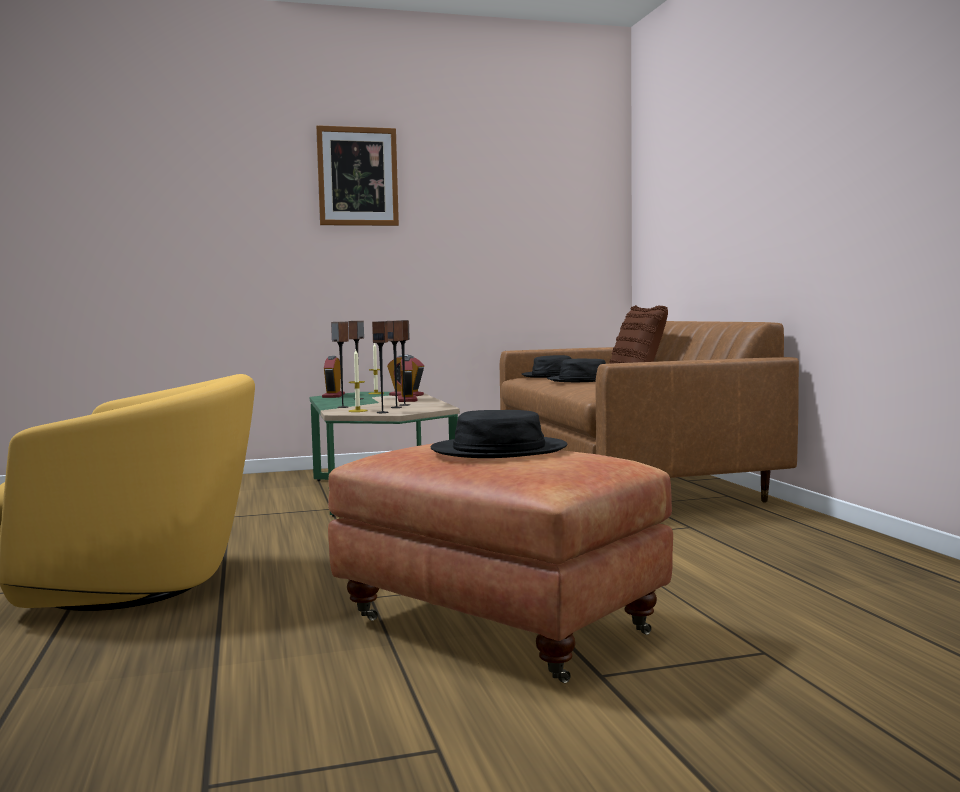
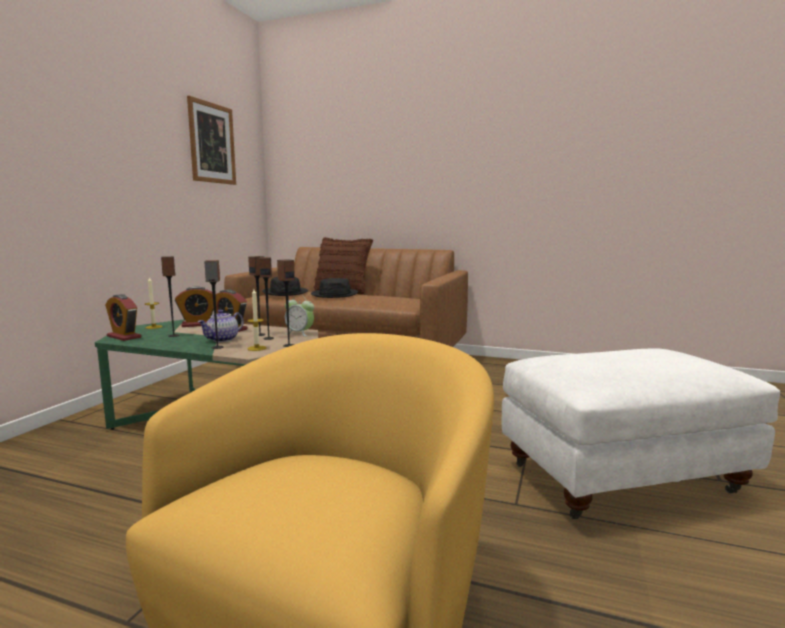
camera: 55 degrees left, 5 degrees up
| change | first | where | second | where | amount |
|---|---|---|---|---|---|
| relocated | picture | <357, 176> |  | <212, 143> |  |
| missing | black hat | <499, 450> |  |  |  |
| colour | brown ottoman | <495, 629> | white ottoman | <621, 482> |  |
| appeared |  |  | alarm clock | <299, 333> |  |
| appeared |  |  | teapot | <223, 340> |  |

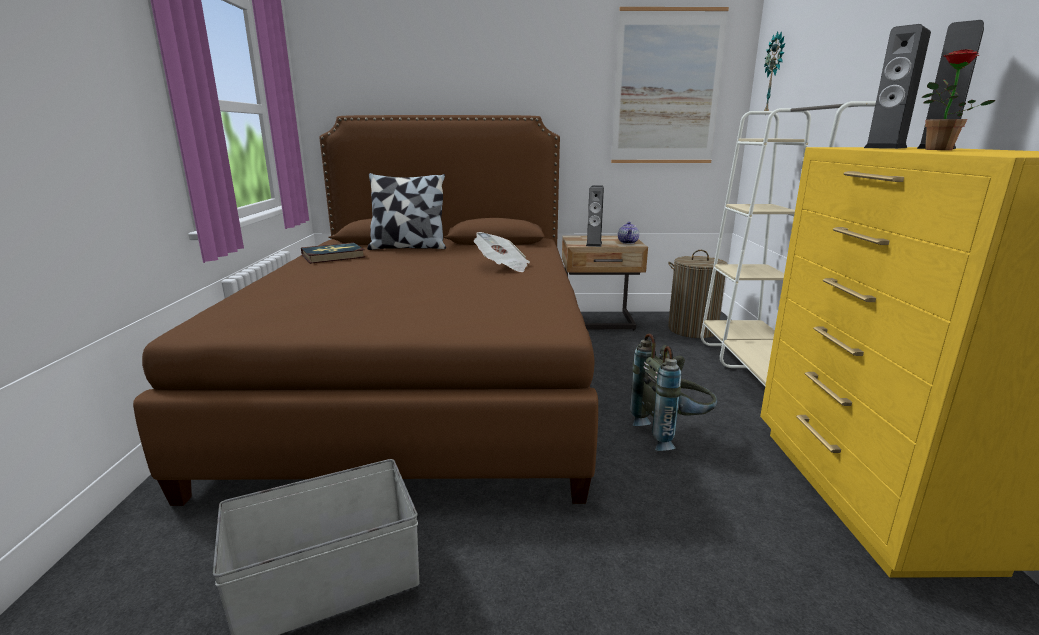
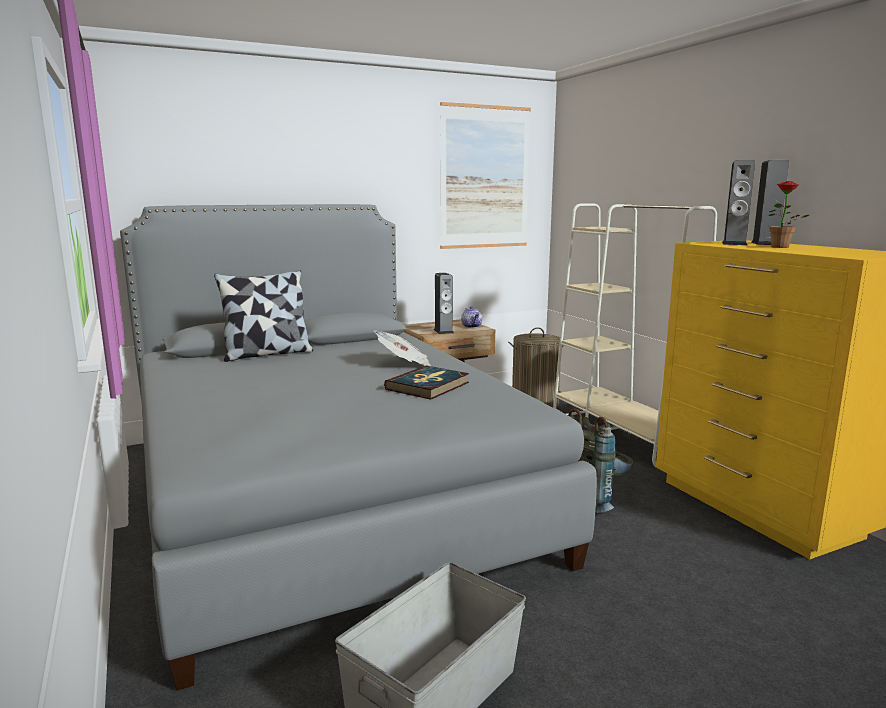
camera: 25 degrees left, 5 degrees down
| change | first | where | second | where | amount |
|---|---|---|---|---|---|
| missing | wall clock | <774, 74> |  |  |  |
| colour | brown bed | <424, 377> | grey bed | <325, 495> |  |
| relocated | book | <333, 256> |  | <428, 386> |  |

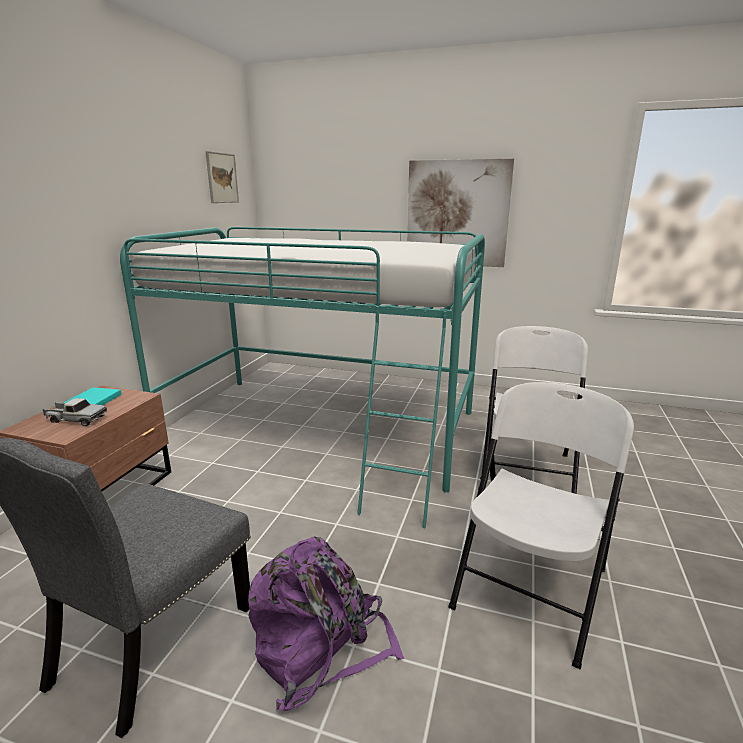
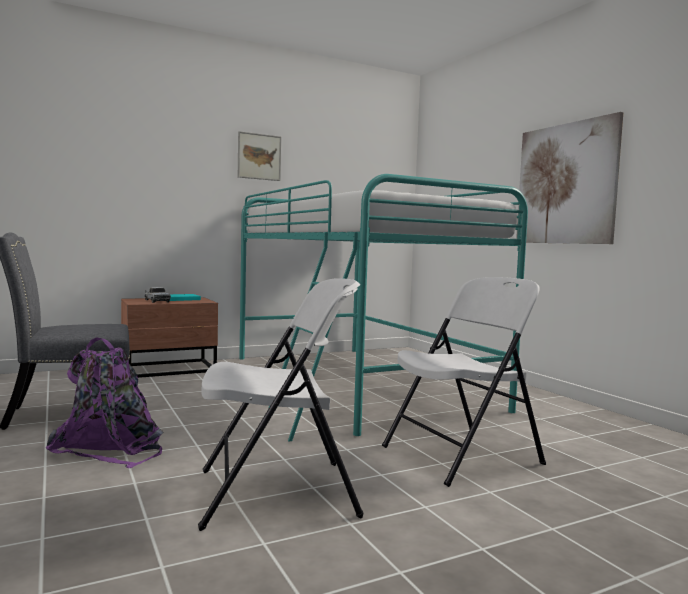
camera: 45 degrees right, 15 degrees down
| change | first | where | second | where | amount |
|---|---|---|---|---|---|
| relocated | picture | <222, 178> |  | <259, 156> |  |

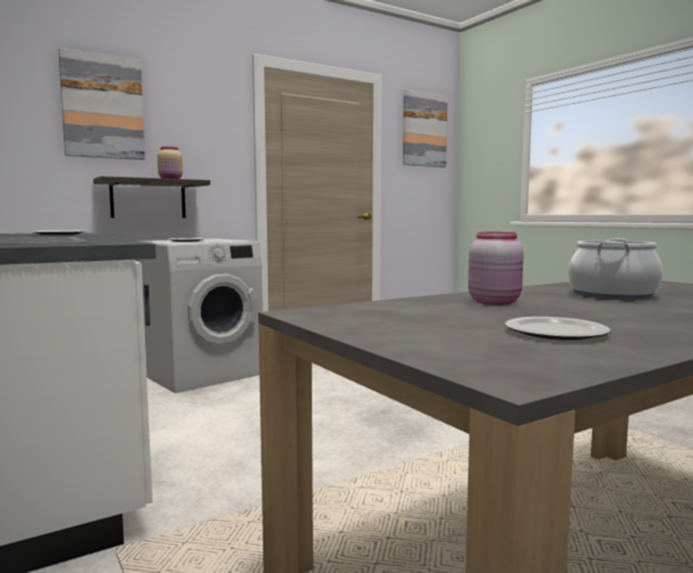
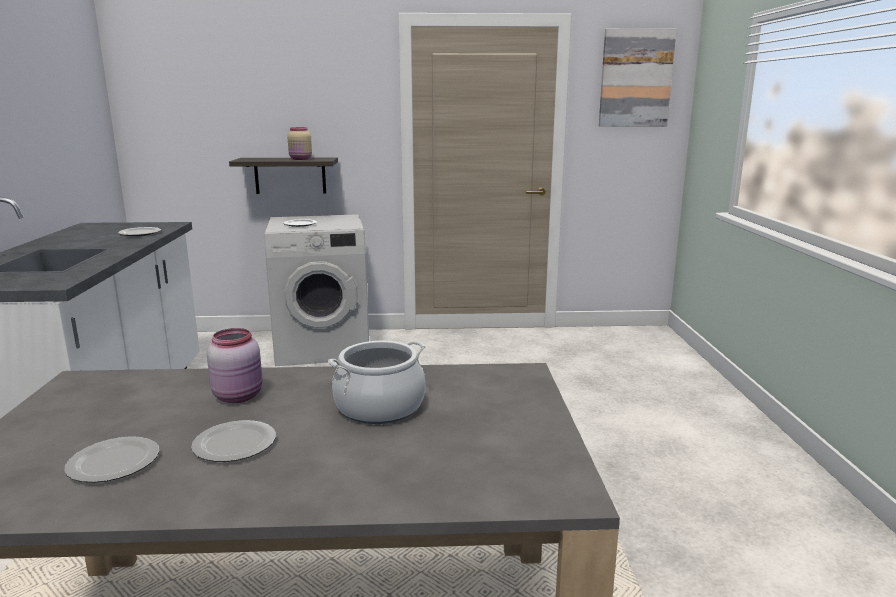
camera: 30 degrees right, 10 degrees up
| change | first | where | second | where | amount |
|---|---|---|---|---|---|
| missing | picture | <103, 107> |  |  |  |
| appeared |  |  | plate | <236, 444> |  |

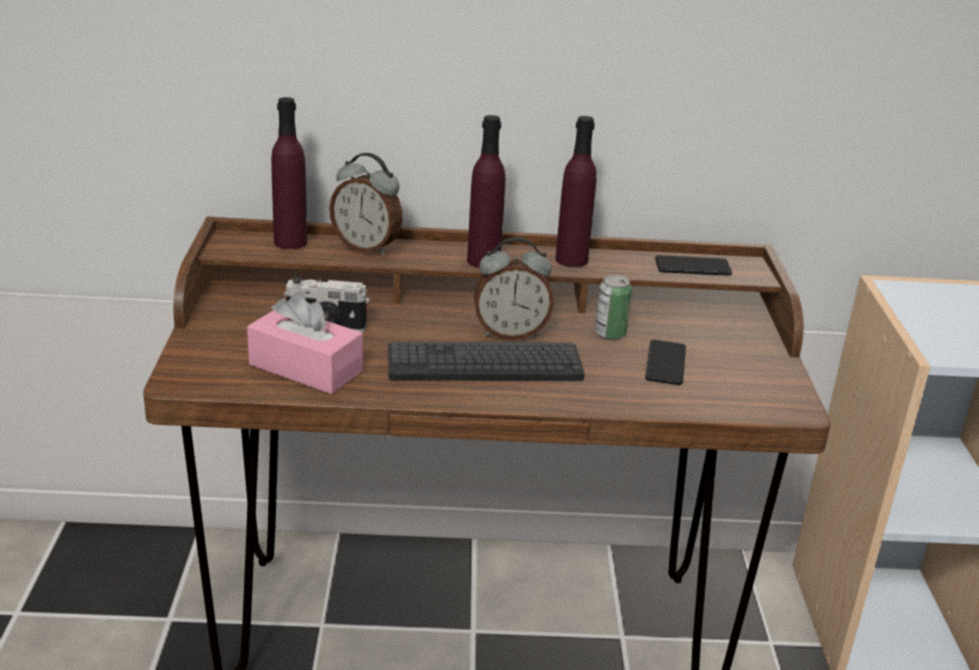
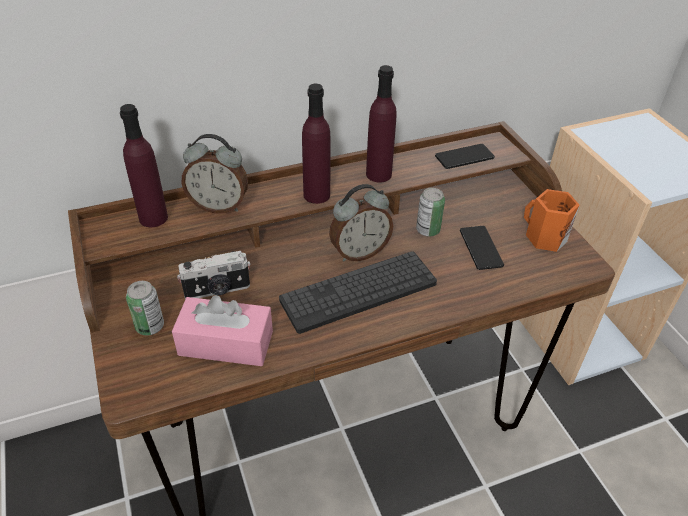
camera: 20 degrees left, 15 degrees up
| change | first | where | second | where | amount |
|---|---|---|---|---|---|
| appeared |  |  | orange mug | <544, 238> |  |
| appeared |  |  | can | <150, 326> |  |

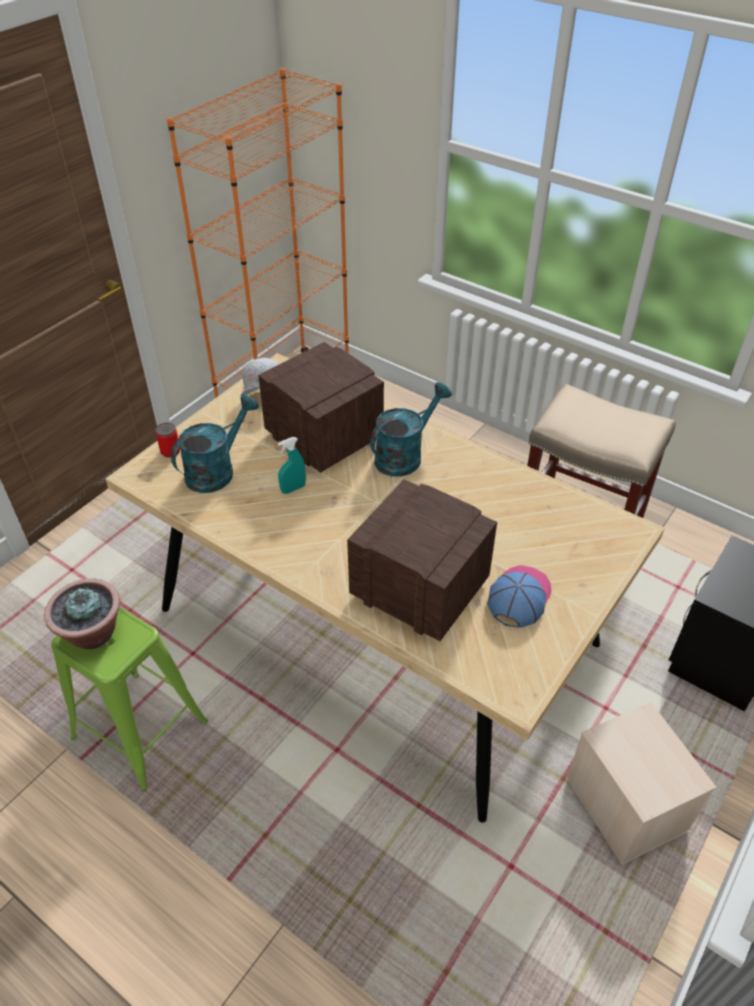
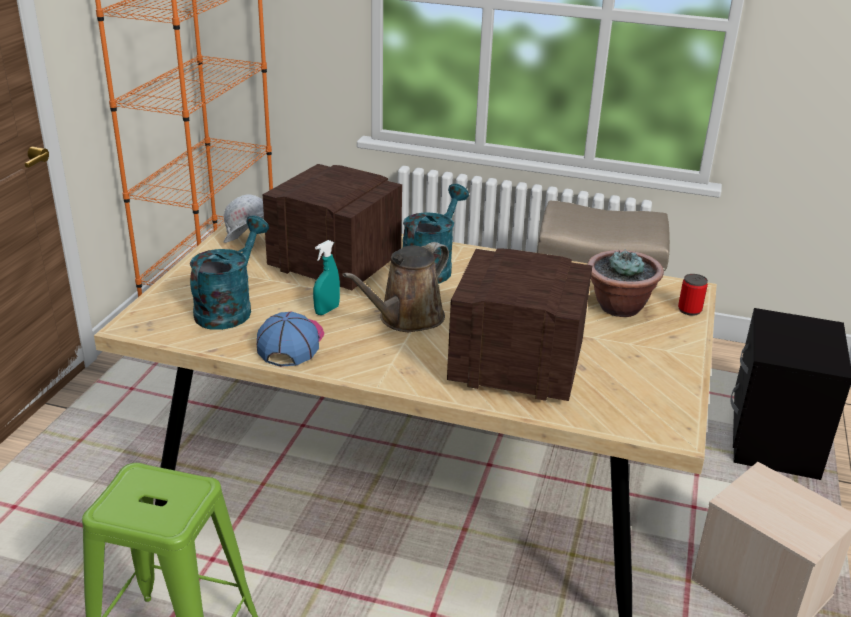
camera: 20 degrees left, 15 degrees down
| change | first | where | second | where | amount |
|---|---|---|---|---|---|
| relocated | can | <170, 451> |  | <689, 310> |  |
| relocated | cap | <519, 597> |  | <291, 343> |  |
| relocated | potted plant | <92, 633> |  | <618, 307> |  |
| appeared |  |  | brown watering can | <407, 319> |  |

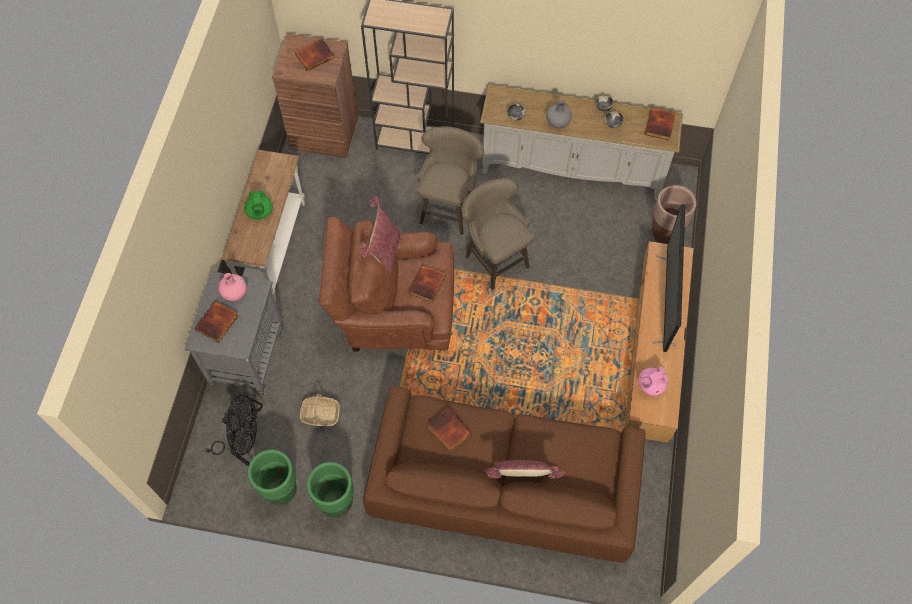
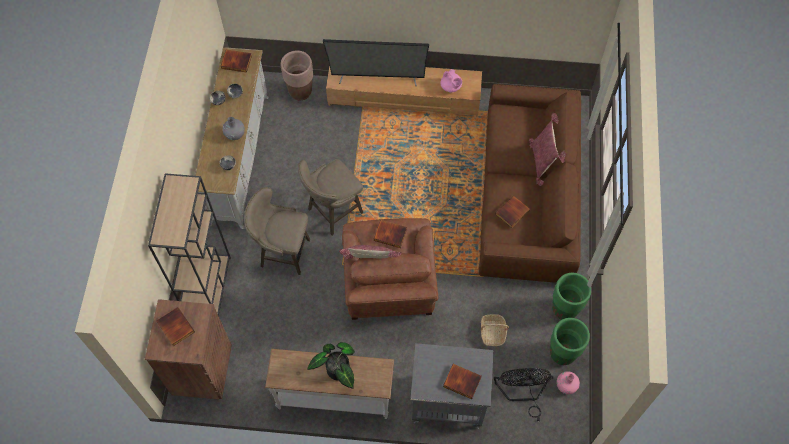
camera: 95 degrees left, 0 degrees up
| change | first | where | second | where | amount |
|---|---|---|---|---|---|
| exchanged | green teapot | <260, 212> | potted plant | <338, 372> |  |
| relocated | pink vase | <234, 293> |  | <566, 385> |  |

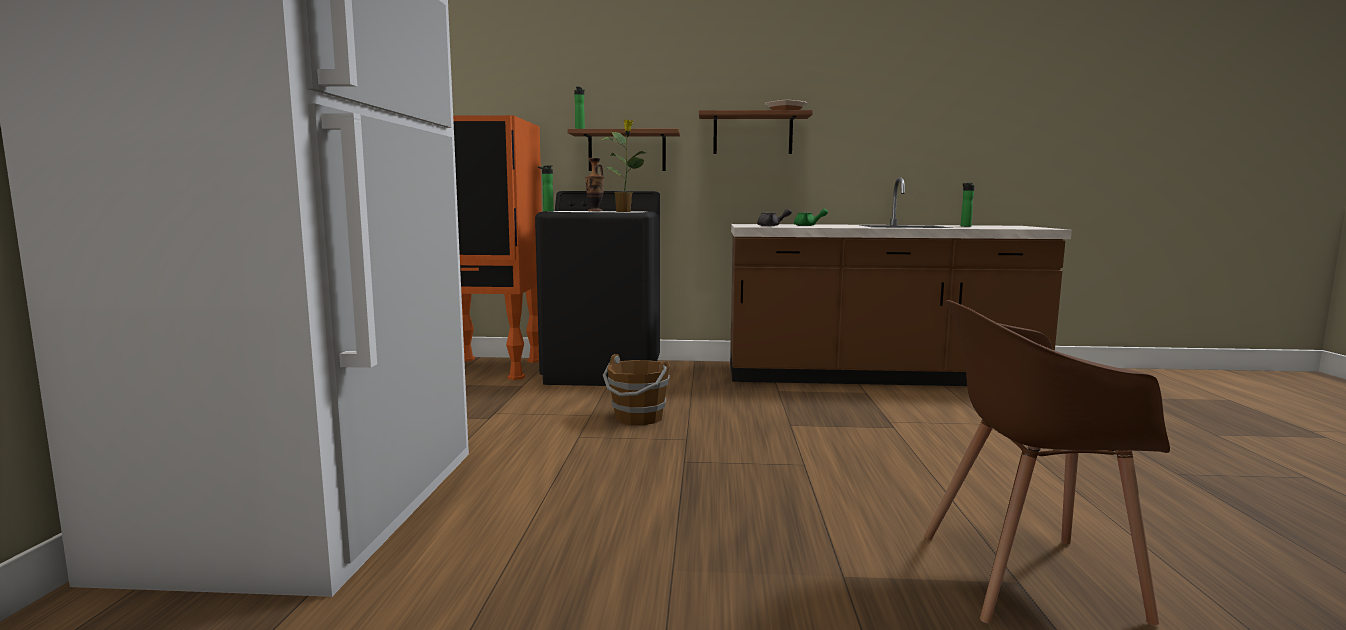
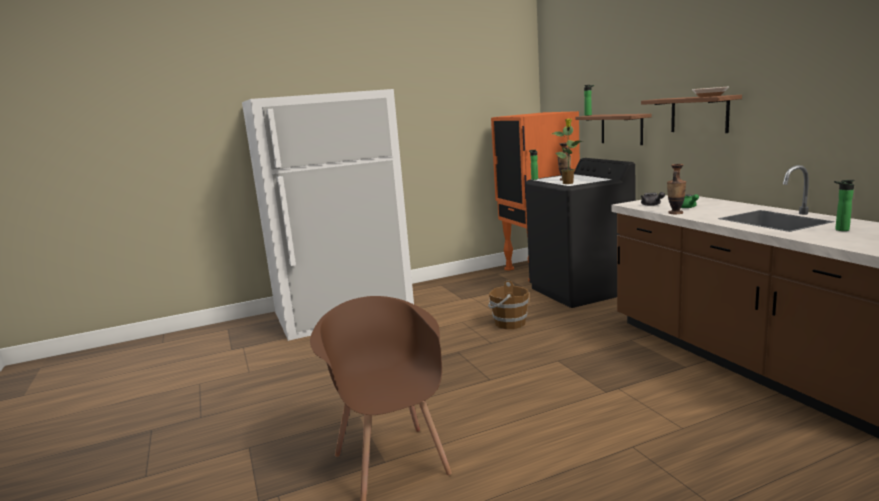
camera: 65 degrees right, 5 degrees up
| change | first | where | second | where | amount |
|---|---|---|---|---|---|
| appeared |  |  | vase | <675, 213> |  |

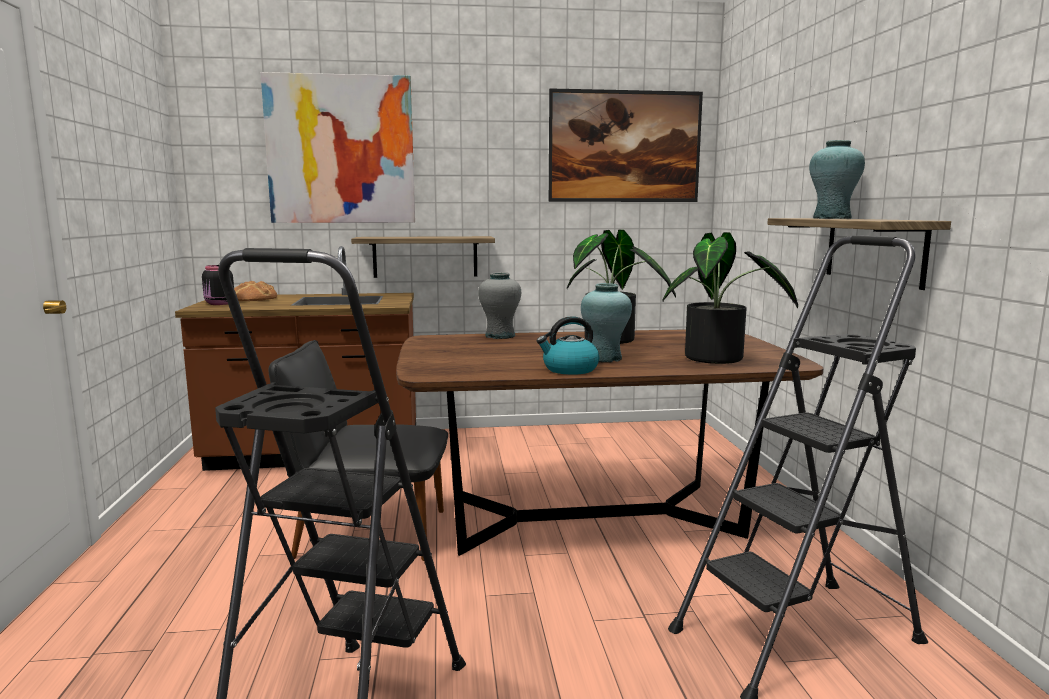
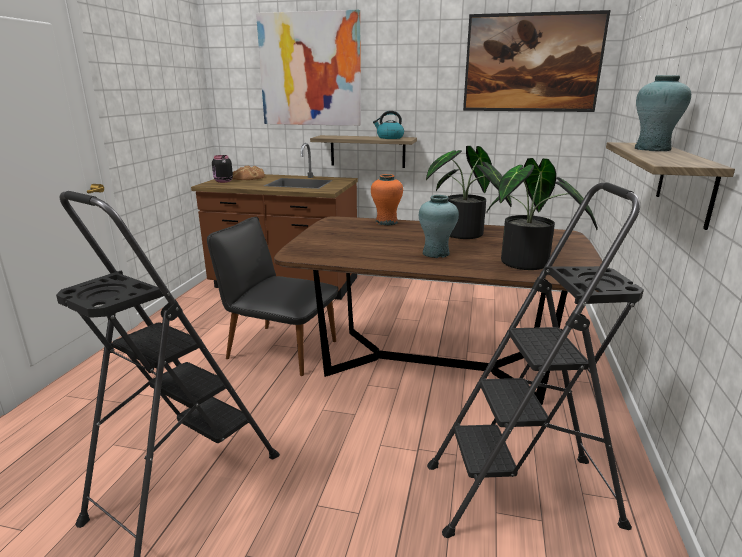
camera: 20 degrees right, 10 degrees up
| change | first | where | second | where | amount |
|---|---|---|---|---|---|
| colour | grey vase | <500, 336> | orange vase | <386, 222> |  |
| relocated | kettle | <569, 369> |  | <389, 138> |  |

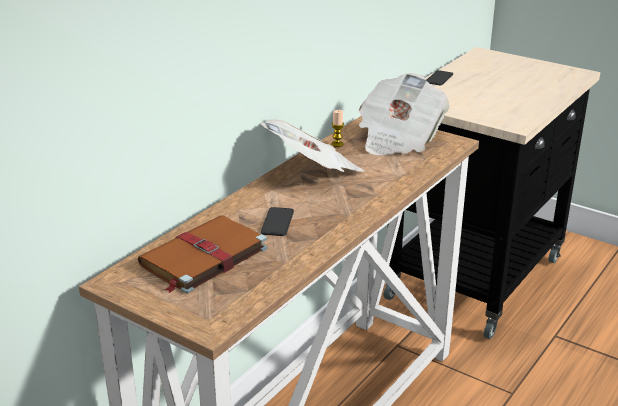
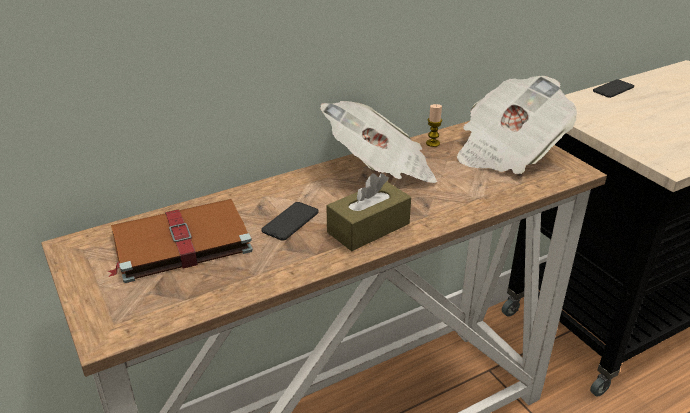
camera: 25 degrees right, 5 degrees up
| change | first | where | second | where | amount |
|---|---|---|---|---|---|
| appeared |  |  | brown tissue box | <368, 228> |  |

